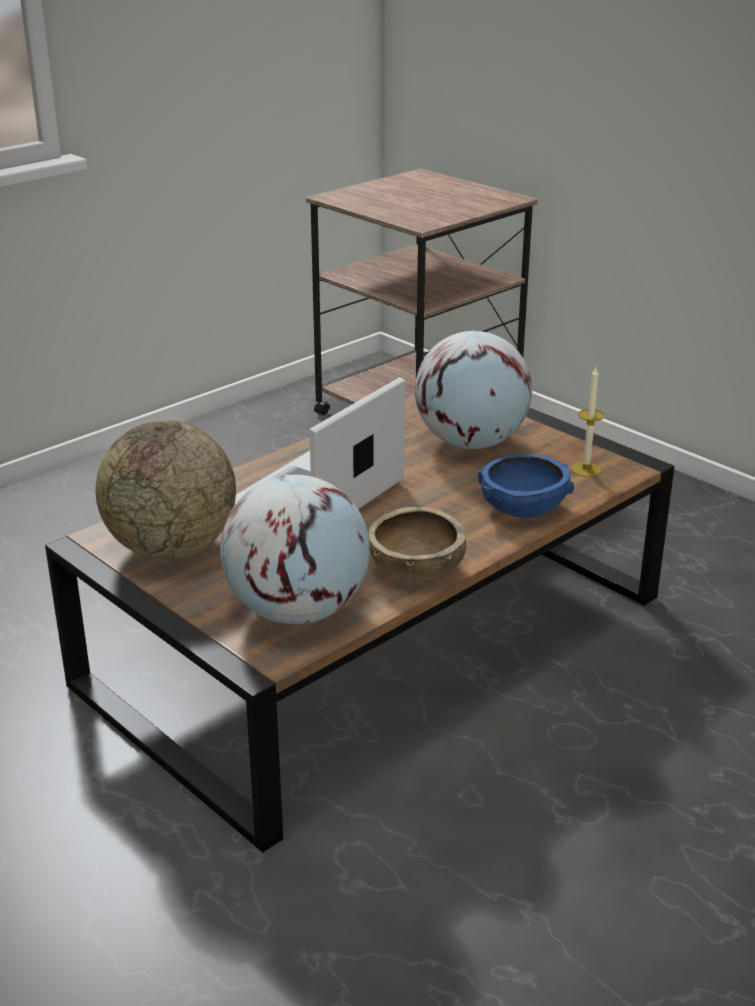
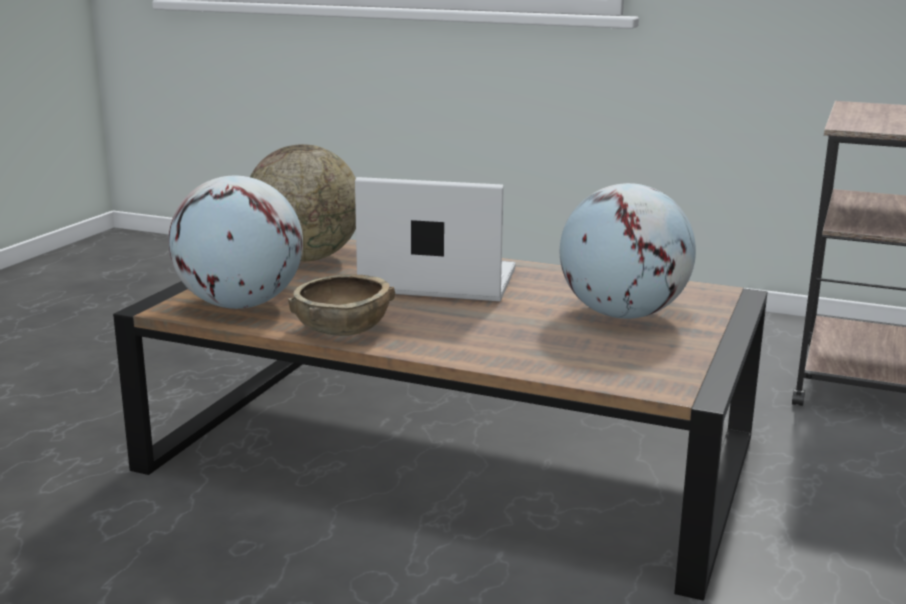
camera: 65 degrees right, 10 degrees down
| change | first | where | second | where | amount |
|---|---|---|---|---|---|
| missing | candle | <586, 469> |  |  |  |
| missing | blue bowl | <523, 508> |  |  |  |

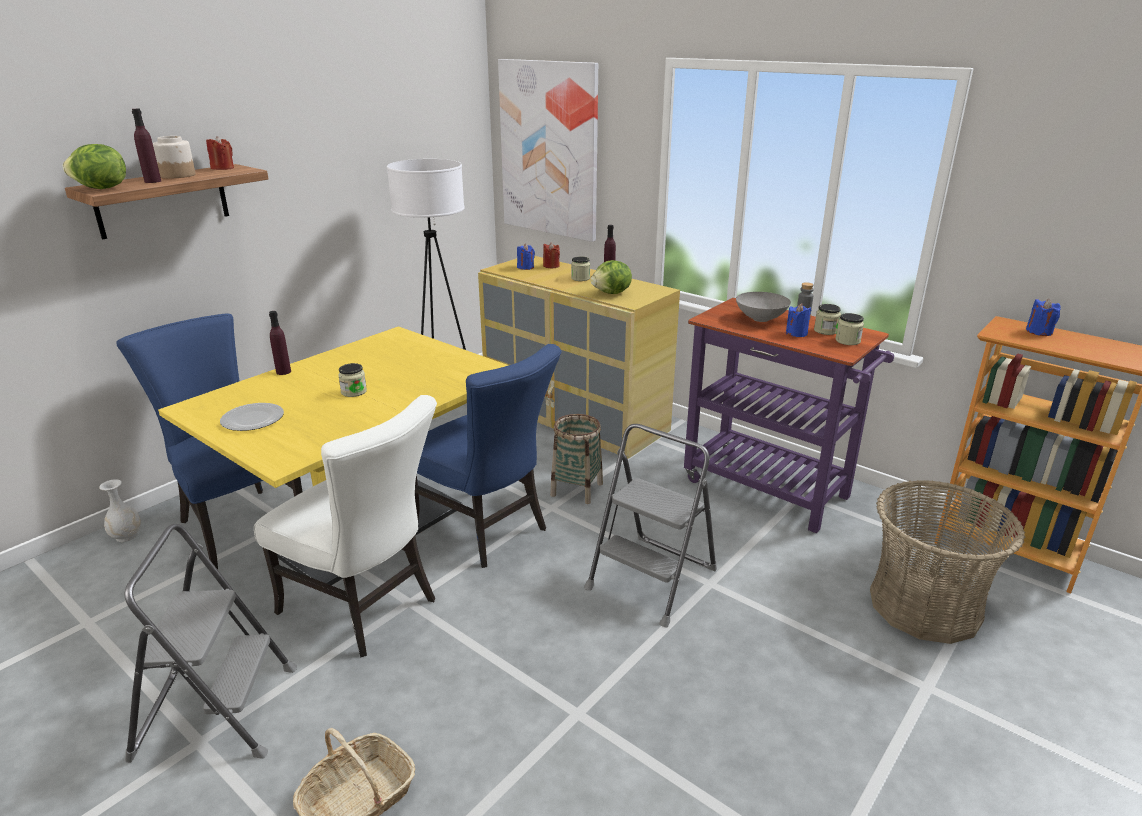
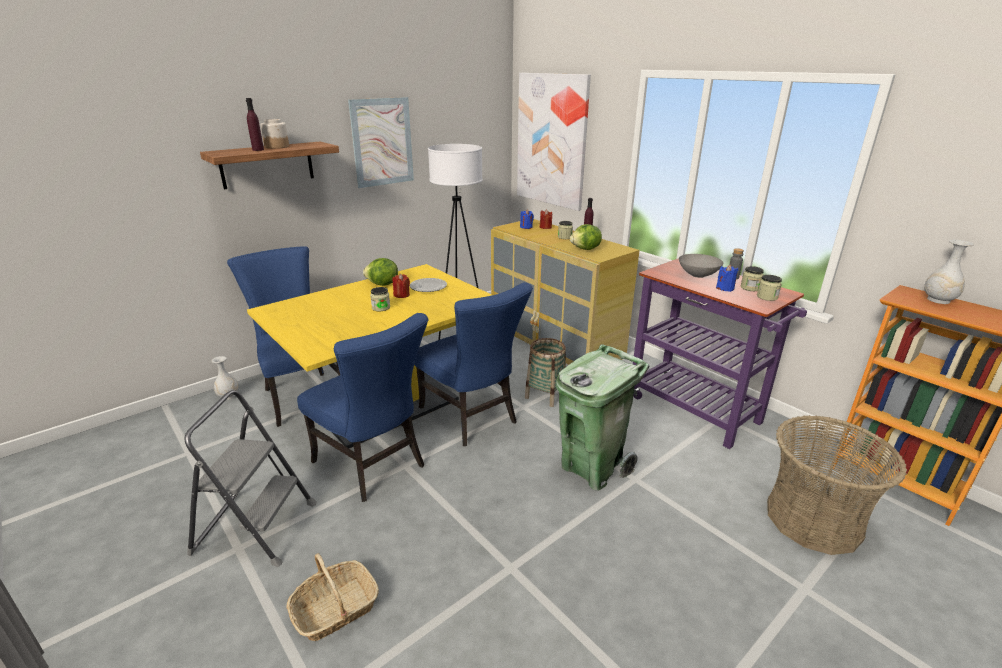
camera: 10 degrees right, 0 degrees up
| change | first | where | second | where | amount |
|---|---|---|---|---|---|
| relocated | red candle | <223, 168> |  | <401, 295> |  |
| relocated | lettuce | <101, 189> |  | <382, 284> |  |
| exchanged | blue candle | <1039, 331> | white vase | <938, 300> |  |
| missing | purple bottle | <283, 372> |  |  |  |
| colour | white chair | <366, 607> | blue chair | <374, 465> |  |
| relocated | plate | <252, 420> |  | <428, 287> |  |
| exchanged | grey step ladder | <655, 576> | green trash can | <592, 468> |  |
| appeared |  |  | picture | <382, 142> |  |

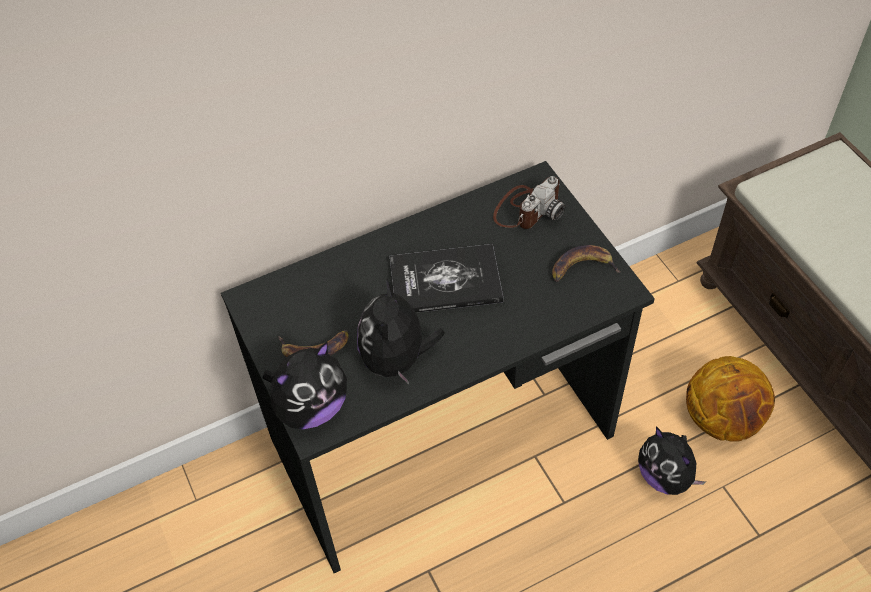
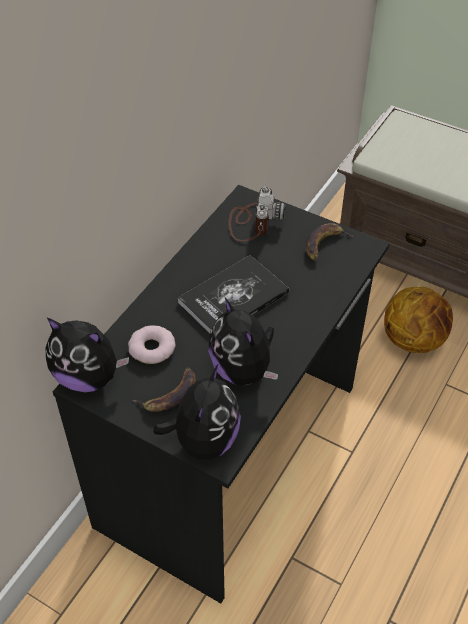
camera: 35 degrees left, 5 degrees down
| change | first | where | second | where | amount |
|---|---|---|---|---|---|
| relocated | plush toy | <665, 476> |  | <88, 377> |  |
| appeared |  |  | donut | <152, 348> |  |

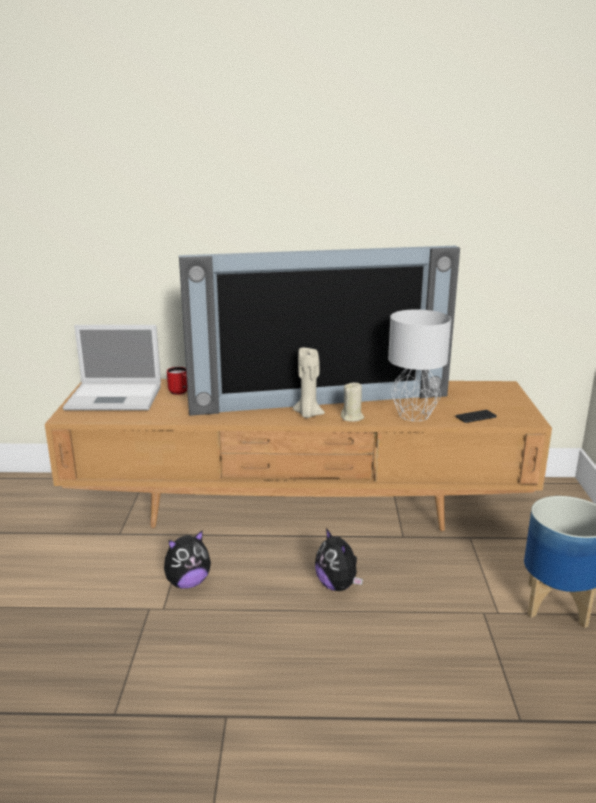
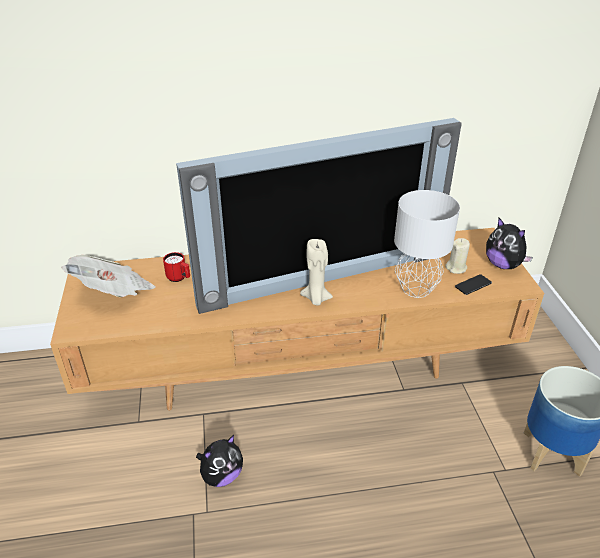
camera: 10 degrees left, 15 degrees up
| change | first | where | second | where | amount |
|---|---|---|---|---|---|
| exchanged | laptop | <116, 397> | newspaper | <114, 293> |  |
| relocated | beige candle | <352, 417> |  | <456, 268> |  |
| relocated | plush toy | <338, 585> |  | <503, 265> |  |

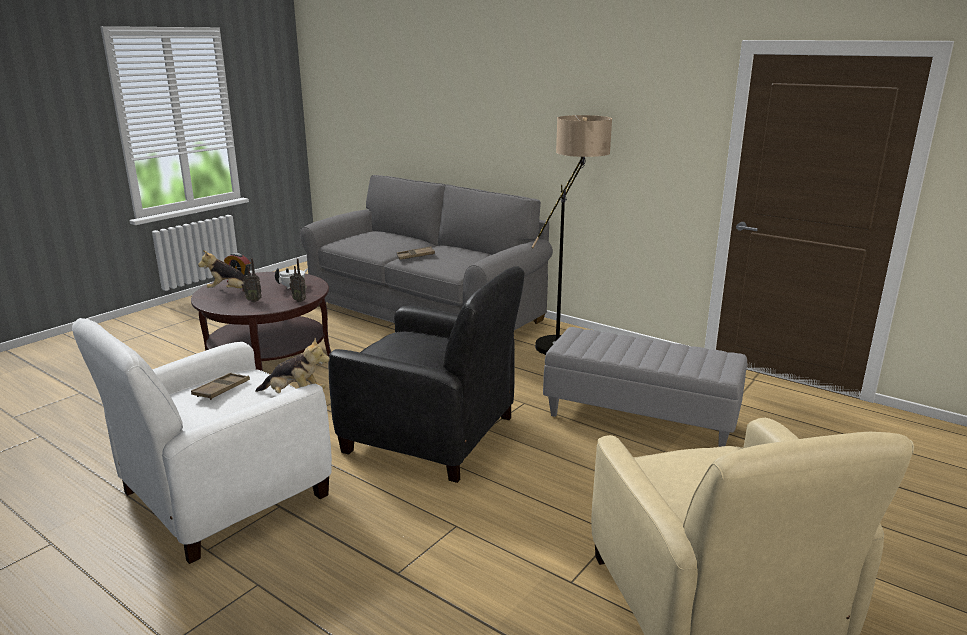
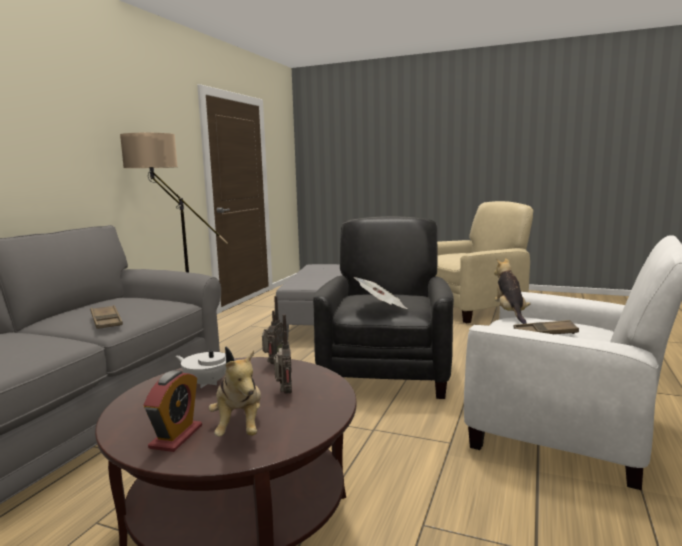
camera: 105 degrees left, 10 degrees down
| change | first | where | second | where | amount |
|---|---|---|---|---|---|
| appeared |  |  | newspaper | <381, 307> |  |

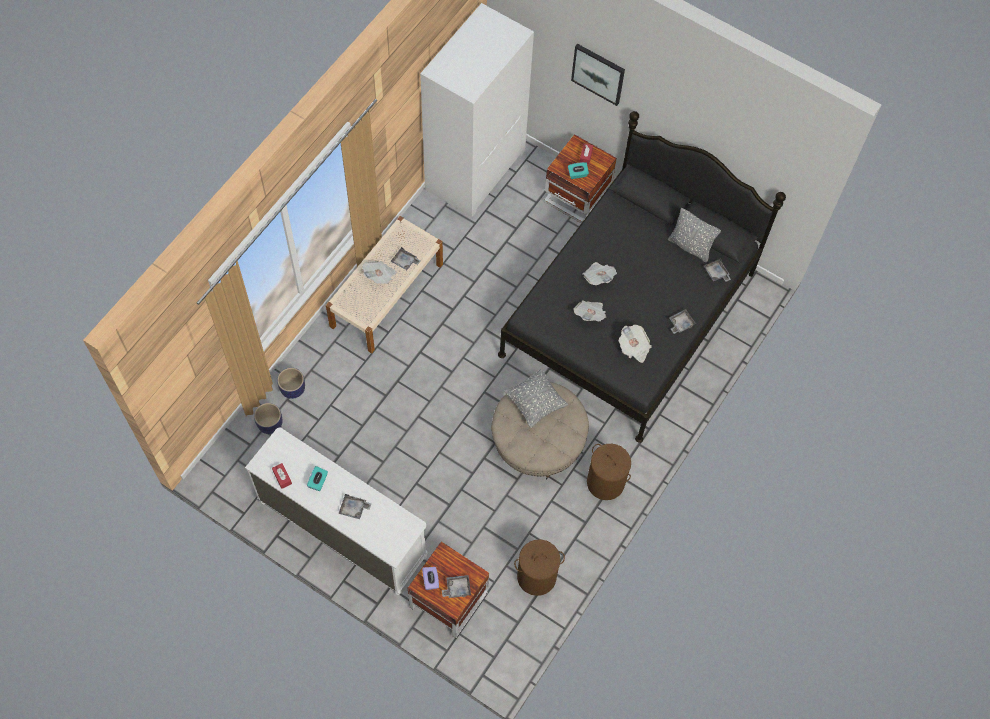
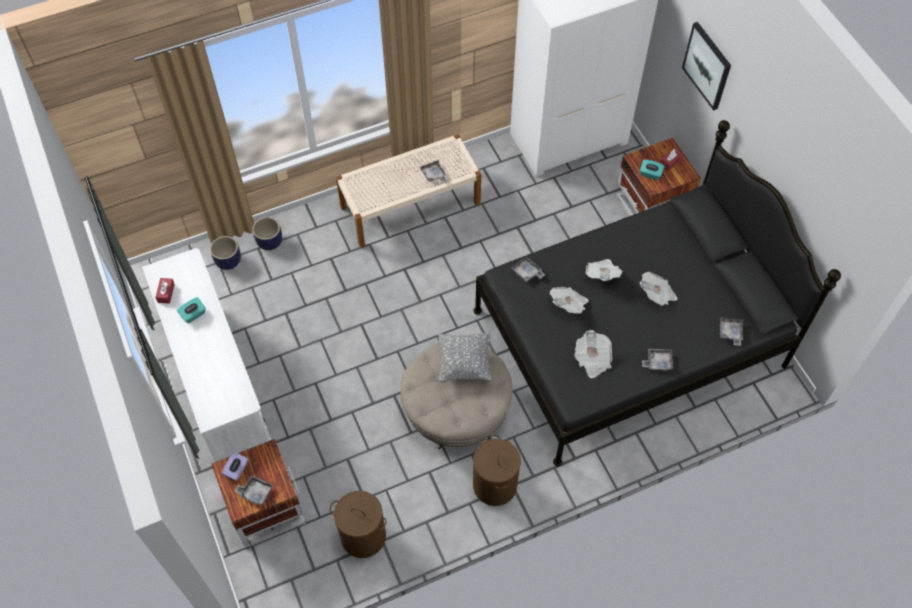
camera: 35 degrees right, 5 degrees down
| change | first | where | second | where | amount |
|---|---|---|---|---|---|
| missing | grey pillow | <690, 246> |  |  |  |
| relocated | newspaper | <380, 276> |  | <657, 295> |  |
| relocated | grey tray | <354, 508> |  | <527, 272> |  |

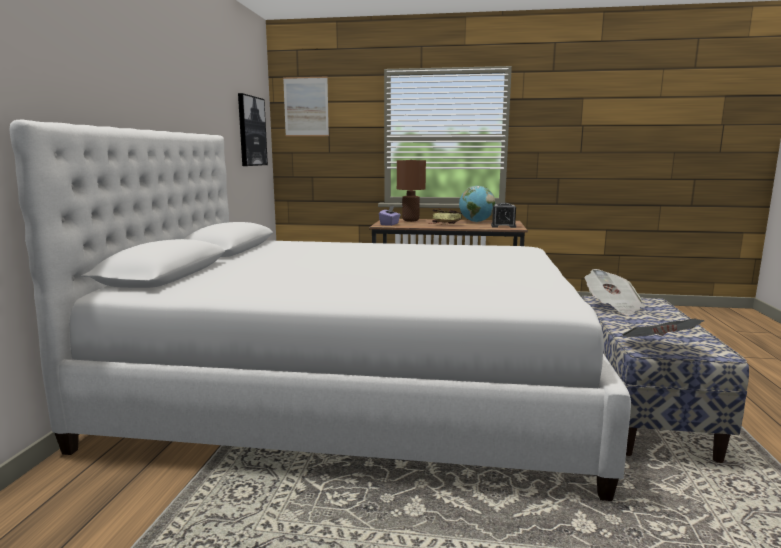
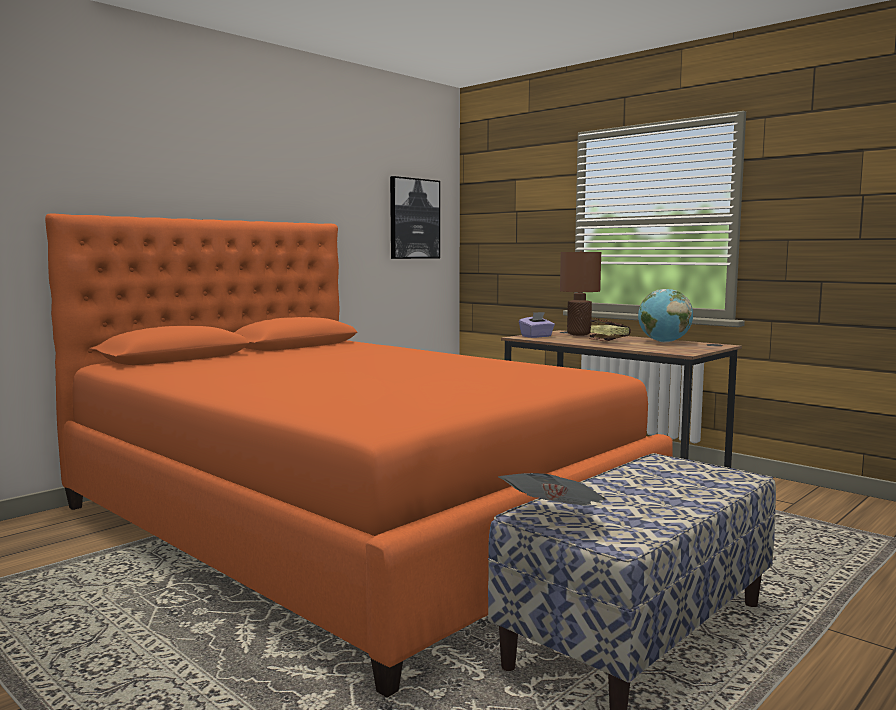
camera: 35 degrees right, 5 degrees down
| change | first | where | second | where | amount |
|---|---|---|---|---|---|
| missing | picture | <306, 107> |  |  |  |
| colour | white bed | <355, 390> | orange bed | <348, 522> |  |
| missing | alarm clock | <503, 226> |  |  |  |
| missing | newspaper | <613, 307> |  |  |  |

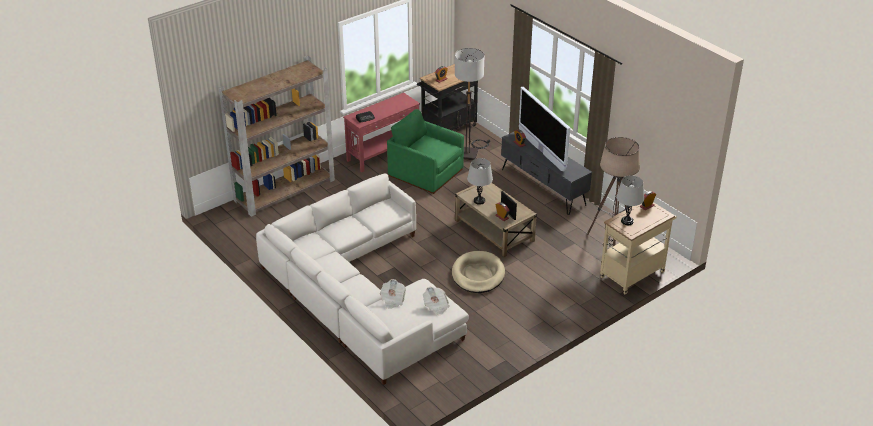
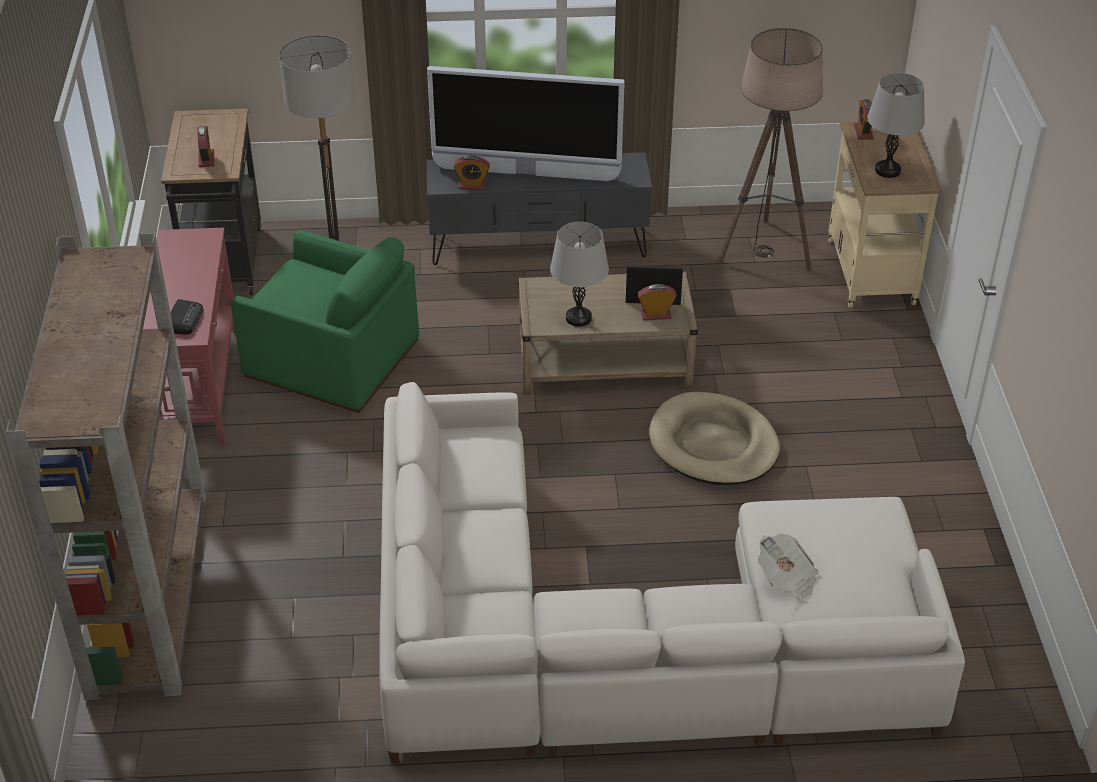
camera: 55 degrees left, 5 degrees up
| change | first | where | second | where | amount |
|---|---|---|---|---|---|
| spun | green armchair | <426, 172> |  | <331, 358> | 135 degrees counterclockwise |
| missing | newspaper | <436, 306> |  |  |  |

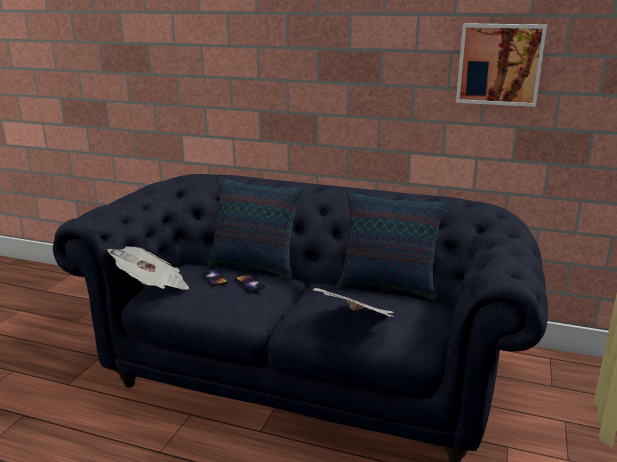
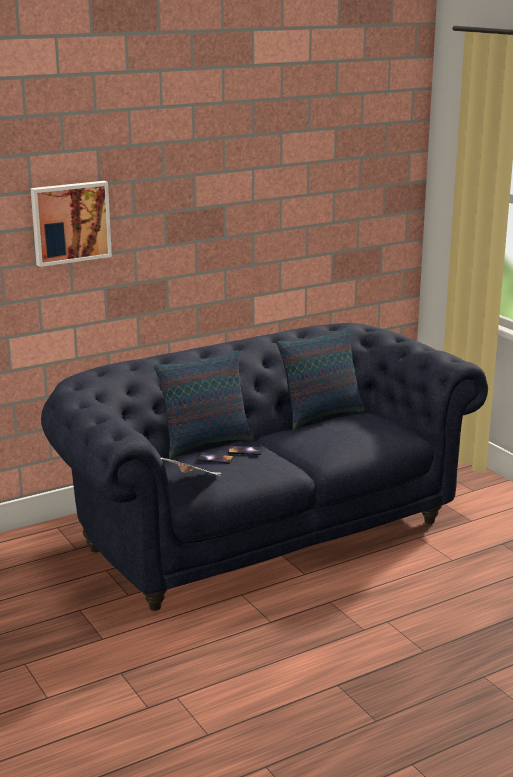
camera: 50 degrees left, 0 degrees up
| change | first | where | second | where | amount |
|---|---|---|---|---|---|
| relocated | picture | <499, 64> |  | <70, 222> |  |
| missing | newspaper | <356, 323> |  |  |  |

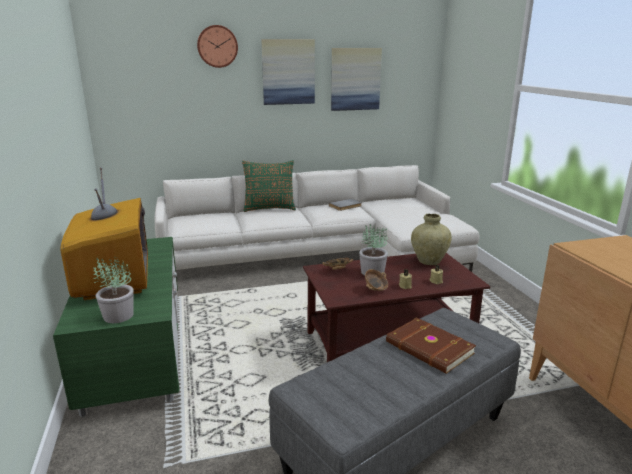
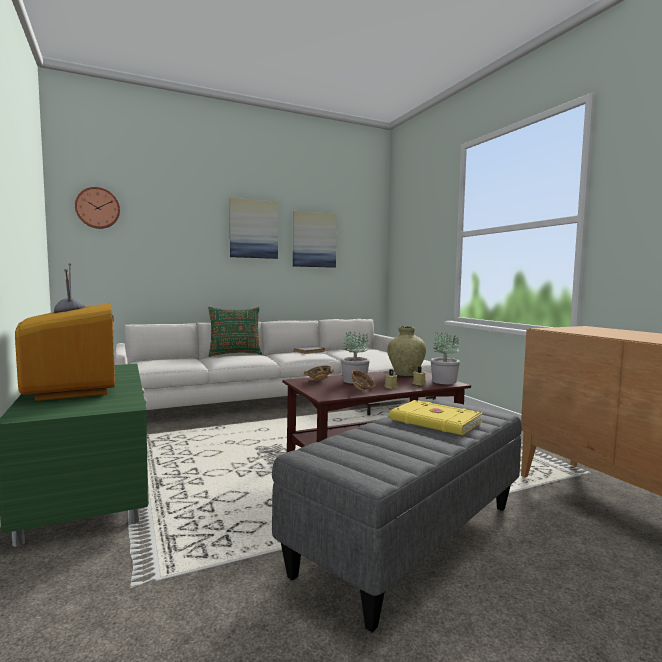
camera: 10 degrees left, 15 degrees down
| change | first | where | second | where | amount |
|---|---|---|---|---|---|
| relocated | wall clock | <217, 46> |  | <97, 208> |  |
| relocated | potted plant | <117, 316> |  | <444, 381> |  |
| colour | brown book | <429, 348> | yellow book | <435, 421> |  |

